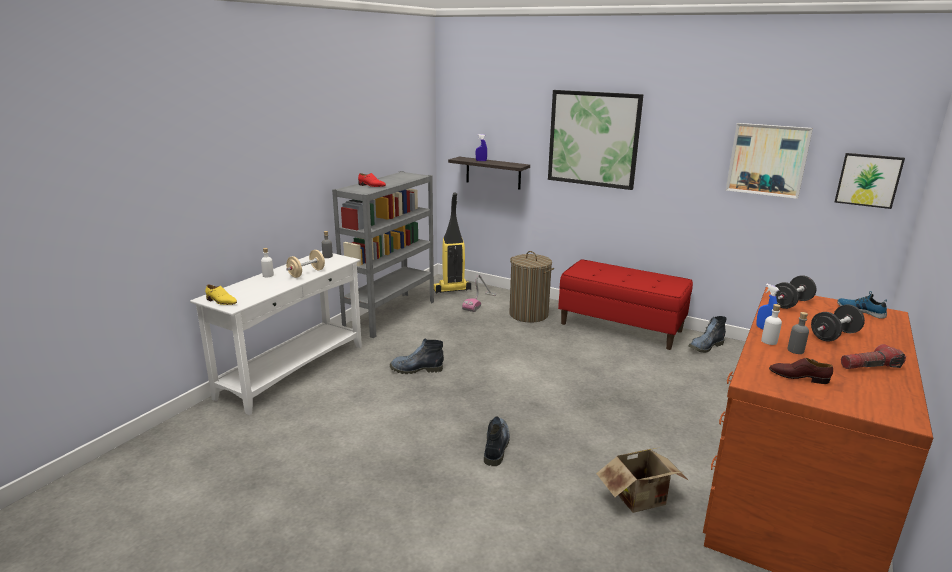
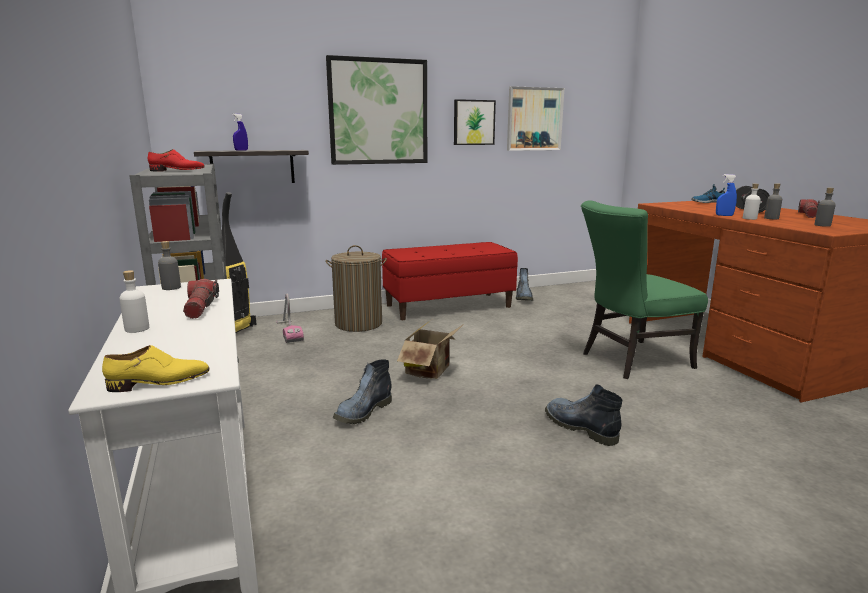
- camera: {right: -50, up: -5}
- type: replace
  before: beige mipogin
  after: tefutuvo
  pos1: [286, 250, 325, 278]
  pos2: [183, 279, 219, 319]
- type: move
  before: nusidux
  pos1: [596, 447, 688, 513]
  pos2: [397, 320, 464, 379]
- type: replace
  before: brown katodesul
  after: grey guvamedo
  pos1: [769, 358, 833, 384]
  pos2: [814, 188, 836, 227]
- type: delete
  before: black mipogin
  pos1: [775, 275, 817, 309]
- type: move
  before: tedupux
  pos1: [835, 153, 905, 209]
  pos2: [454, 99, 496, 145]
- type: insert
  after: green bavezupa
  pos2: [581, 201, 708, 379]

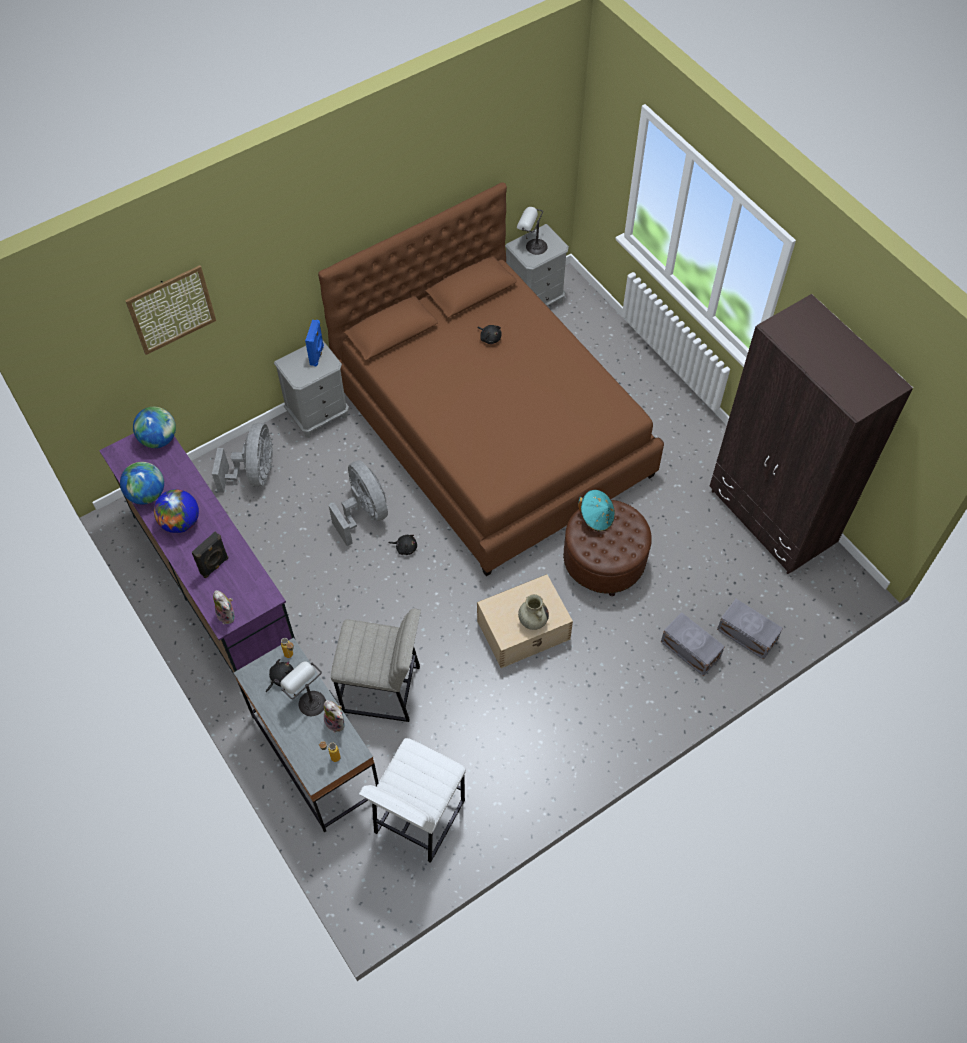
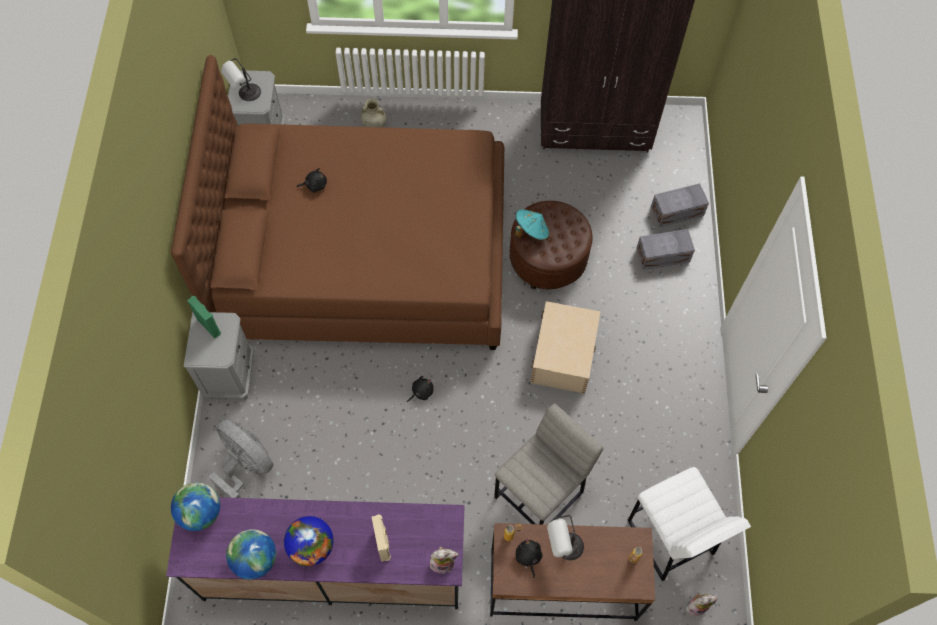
- camera: {right: -55, up: 5}
- type: delete
  before: tedupux
  pos1: [125, 265, 216, 355]
- type: recolor
  before: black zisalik
  after: beige zisalik
  pos1: [192, 532, 229, 578]
  pos2: [372, 514, 391, 562]
- type: recolor
  before: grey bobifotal
  after: brown bobifotal
  pos1: [234, 638, 379, 833]
  pos2: [490, 523, 655, 621]
- type: recolor
  before: blue zisalik
  after: green zisalik
  pos1: [305, 320, 324, 366]
  pos2: [187, 296, 221, 339]
- type: move
  before: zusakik
  pos1: [324, 700, 345, 733]
  pos2: [686, 593, 718, 616]
- type: delete
  before: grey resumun
  pos1: [329, 460, 388, 546]
- type: move
  before: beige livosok
  pos1: [518, 594, 549, 630]
  pos2: [361, 98, 386, 127]

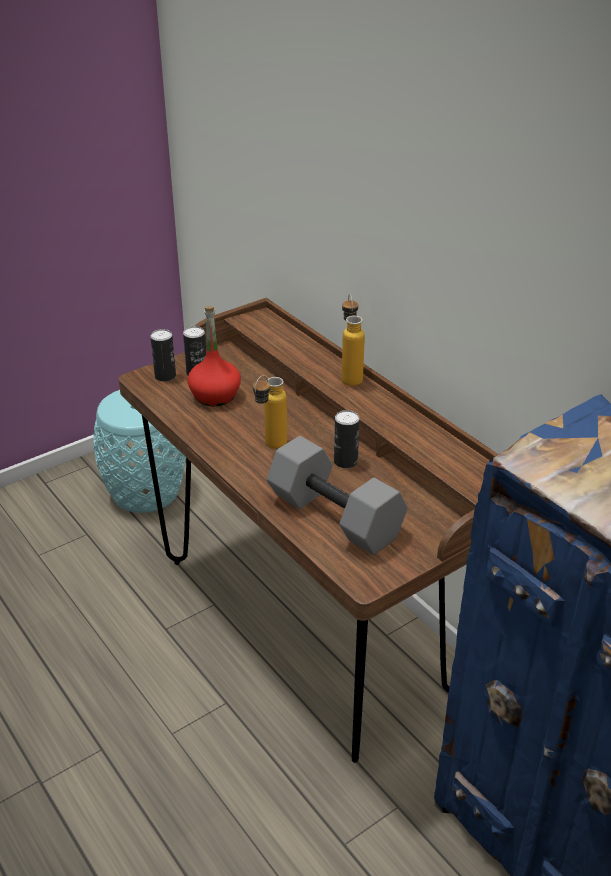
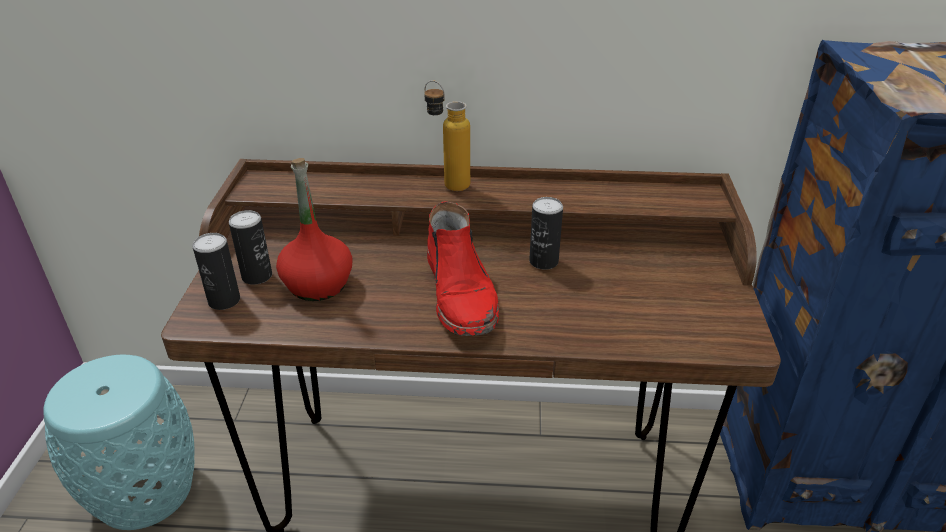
- camera: {right: -50, up: 0}
- type: replace
  before: guvamedo
  after: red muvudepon
  pos1: [253, 375, 287, 449]
  pos2: [427, 202, 499, 336]
- type: delete
  before: grey mipogin
  pos1: [267, 436, 408, 555]

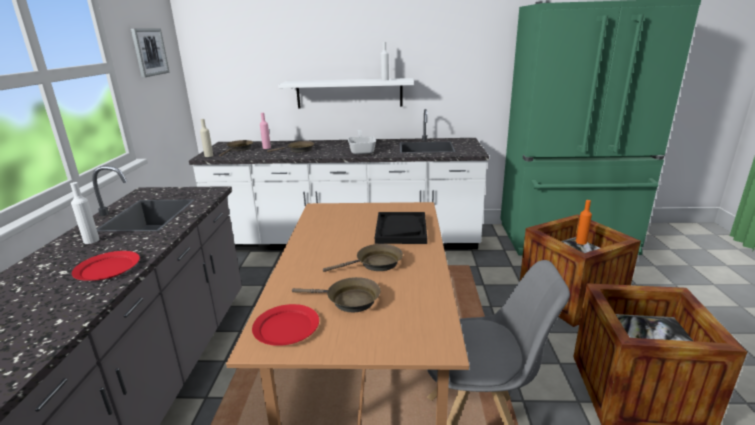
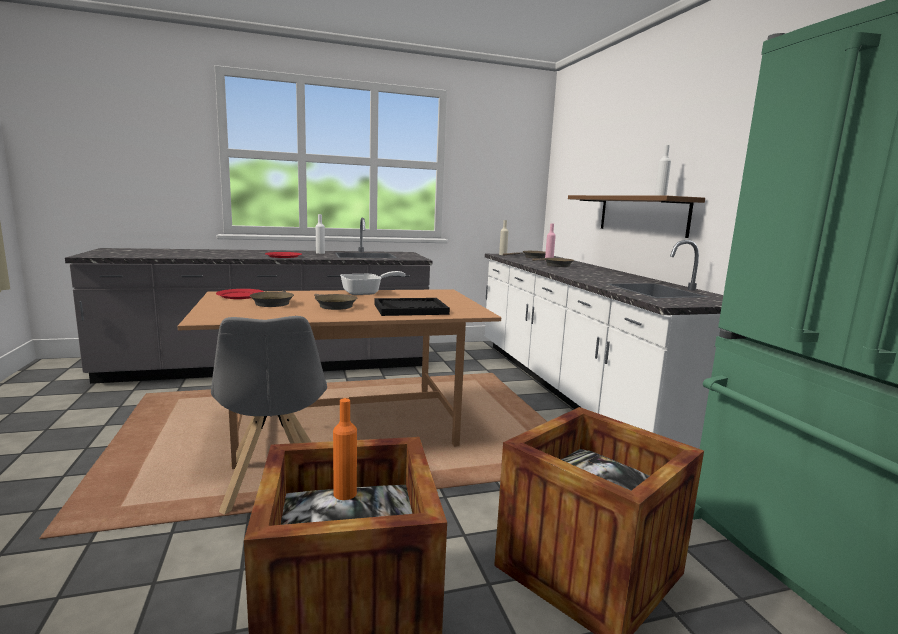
- camera: {right: 70, up: -10}
- type: delete
  before: tedupux
  pos1: [131, 29, 170, 78]
- type: recolor
  before: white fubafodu
  after: brown fubafodu
  pos1: [278, 78, 414, 109]
  pos2: [568, 195, 705, 238]
- type: move
  before: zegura
  pos1: [348, 130, 376, 155]
  pos2: [340, 271, 406, 295]
- type: move
  before: orange guvamedo
  pos1: [576, 200, 592, 245]
  pos2: [333, 398, 357, 500]

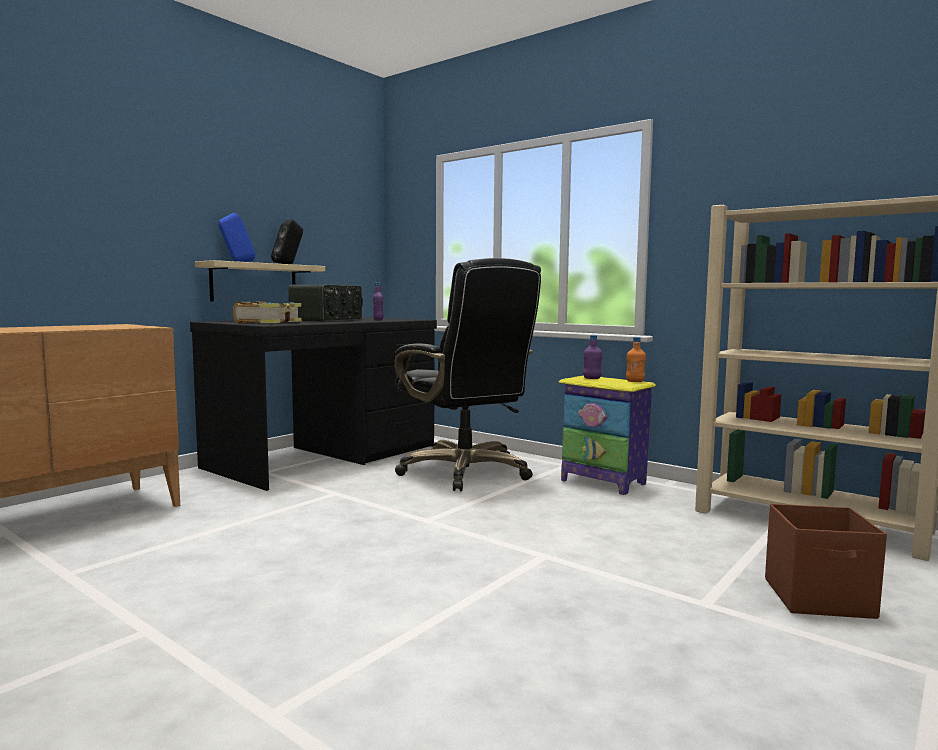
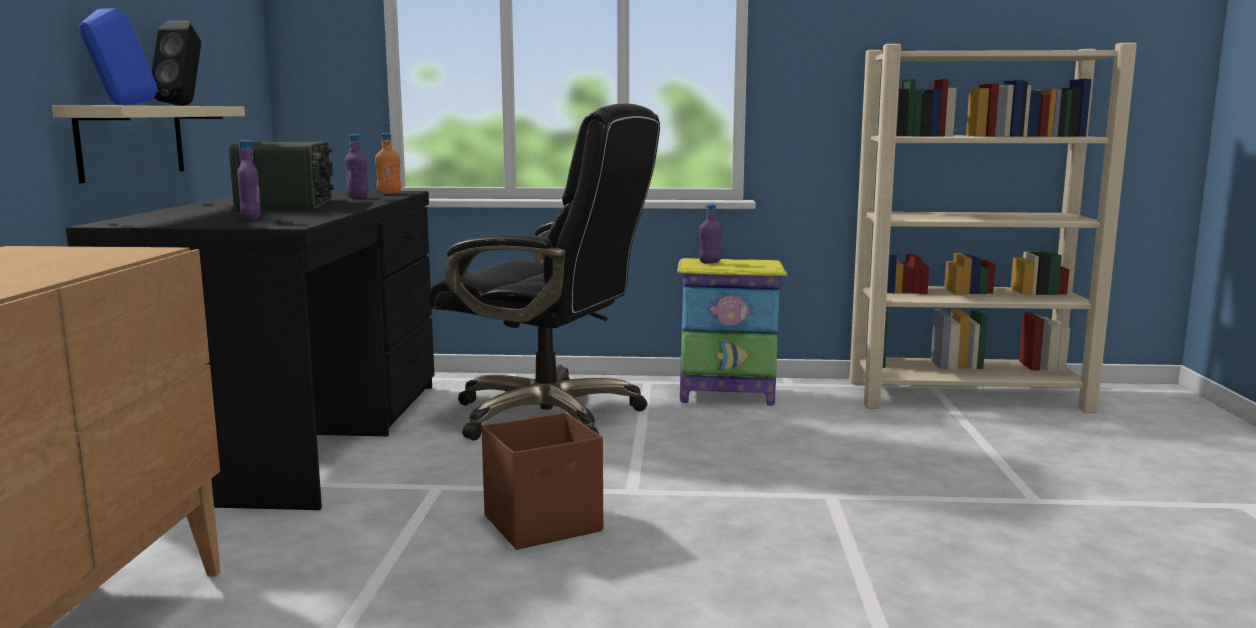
- camera: {right: -35, up: 5}
- type: replace
  before: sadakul
  after: purple guvamedo
  pos1: [233, 302, 302, 324]
  pos2: [237, 140, 261, 221]
- type: move
  before: orange guvamedo
  pos1: [626, 337, 646, 382]
  pos2: [375, 133, 401, 194]
- type: move
  before: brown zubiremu
  pos1: [765, 504, 887, 619]
  pos2: [482, 412, 603, 550]

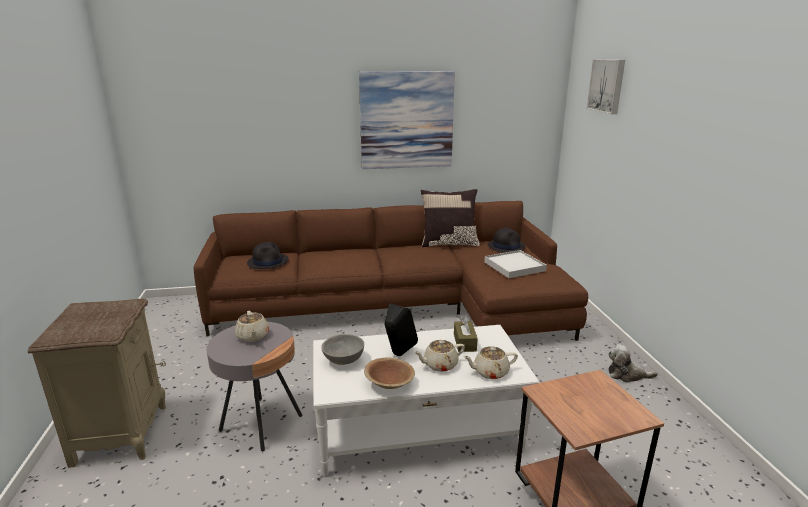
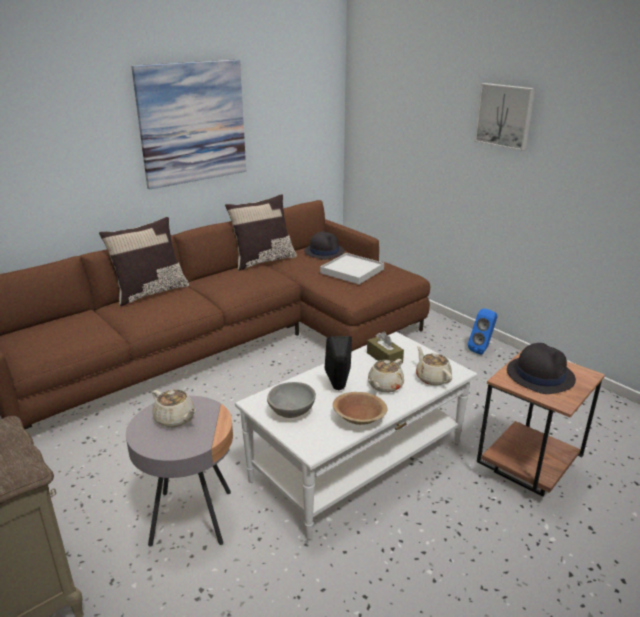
- camera: {right: -30, up: 5}
- type: move
  before: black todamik
  pos1: [247, 242, 288, 269]
  pos2: [507, 343, 576, 394]
- type: rotate
  before: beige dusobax
  pos1: [463, 346, 518, 379]
  pos2: [416, 346, 452, 386]
  turn: 105
- type: move
  before: tedupux
  pos1: [586, 59, 625, 114]
  pos2: [474, 83, 535, 151]
- type: replace
  before: zusakik
  after: blue zisalik
  pos1: [608, 345, 658, 383]
  pos2: [468, 308, 498, 355]
- type: insert
  after: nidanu
  pos2: [99, 217, 189, 306]

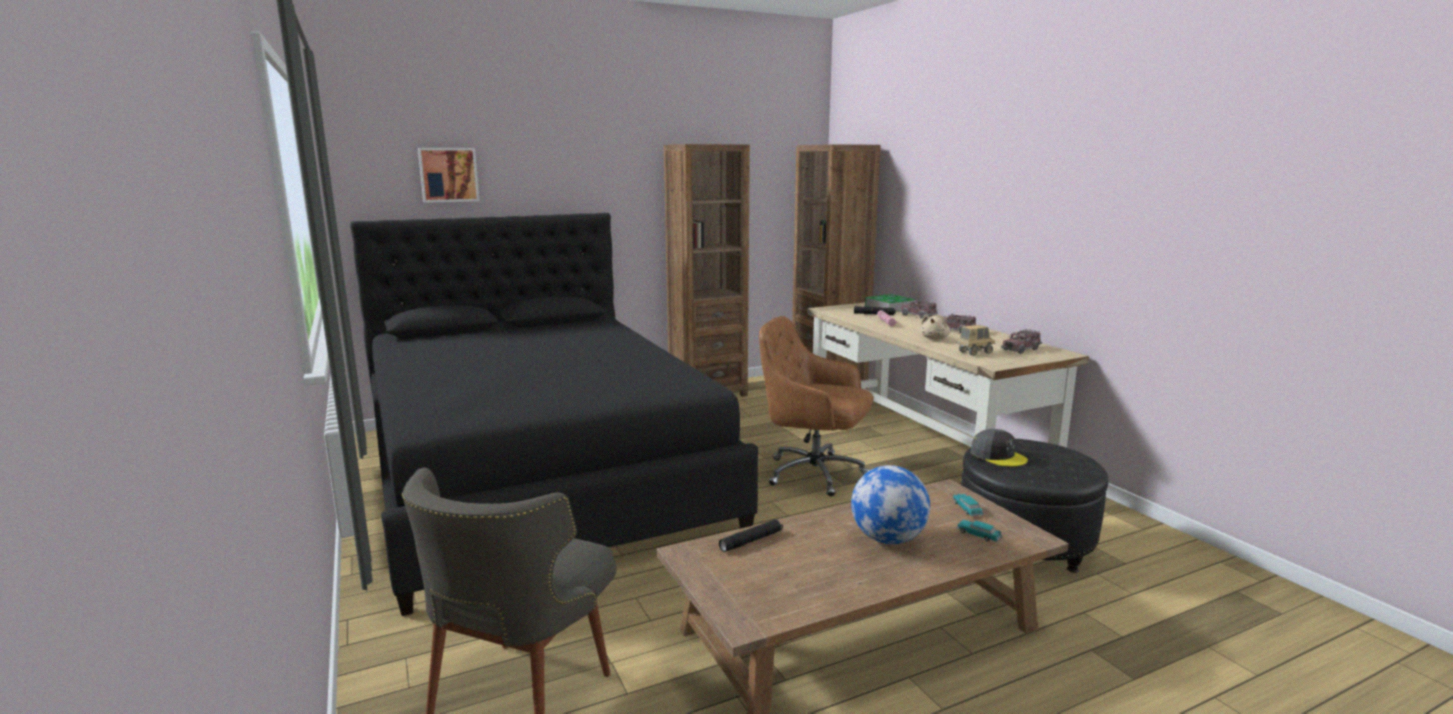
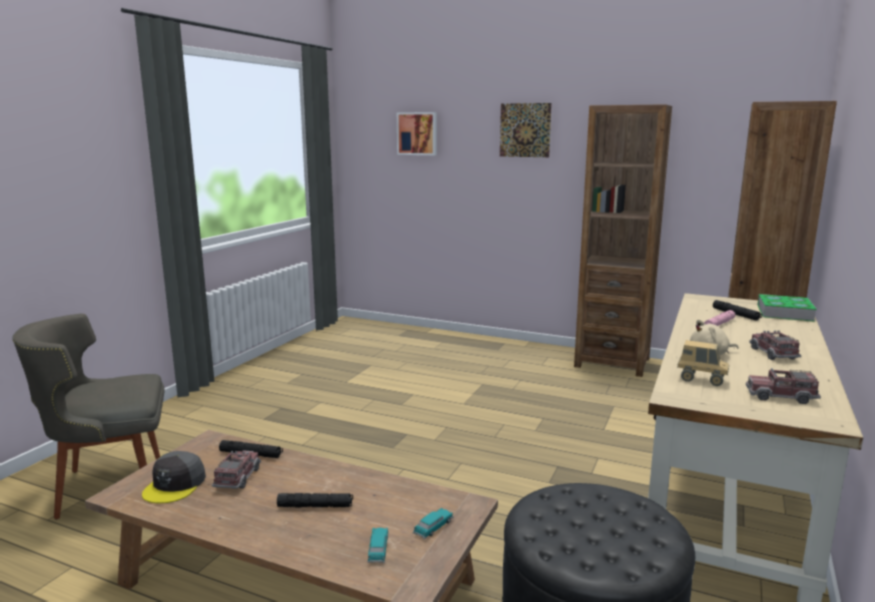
- camera: {right: 50, up: 0}
- type: delete
  before: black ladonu
  pos1: [350, 213, 758, 616]
- type: delete
  before: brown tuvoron
  pos1: [759, 316, 874, 496]
- type: replace
  before: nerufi
  after: black tefutuvo
  pos1: [851, 465, 930, 544]
  pos2: [277, 493, 353, 508]
- type: move
  before: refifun
  pos1: [900, 300, 938, 319]
  pos2: [212, 451, 261, 489]
- type: move
  before: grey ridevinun
  pos1: [970, 429, 1028, 467]
  pos2: [142, 451, 206, 503]
- type: insert
  after: tedupux
  pos2: [500, 103, 552, 157]

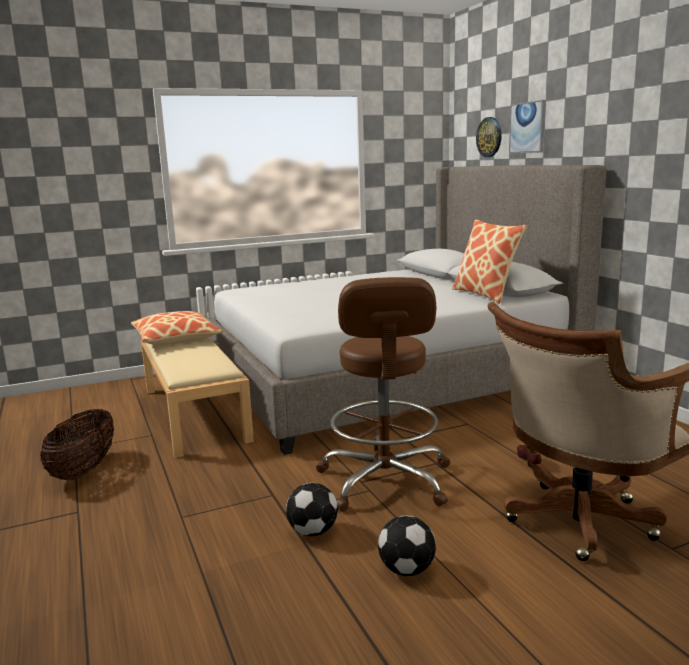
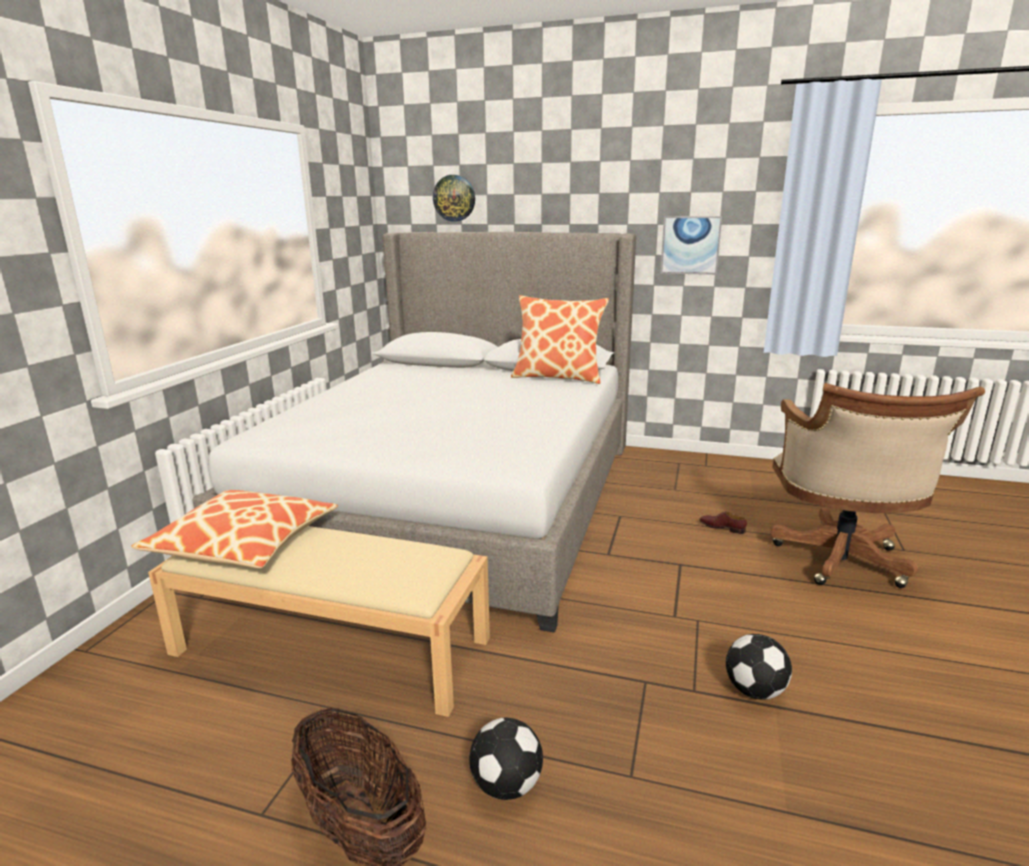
- camera: {right: -50, up: 5}
- type: delete
  before: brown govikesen
  pos1: [316, 277, 450, 512]
- type: move
  before: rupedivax
  pos1: [378, 516, 436, 576]
  pos2: [469, 717, 543, 800]
- type: move
  before: tedupux
  pos1: [509, 100, 546, 154]
  pos2: [660, 216, 722, 275]

